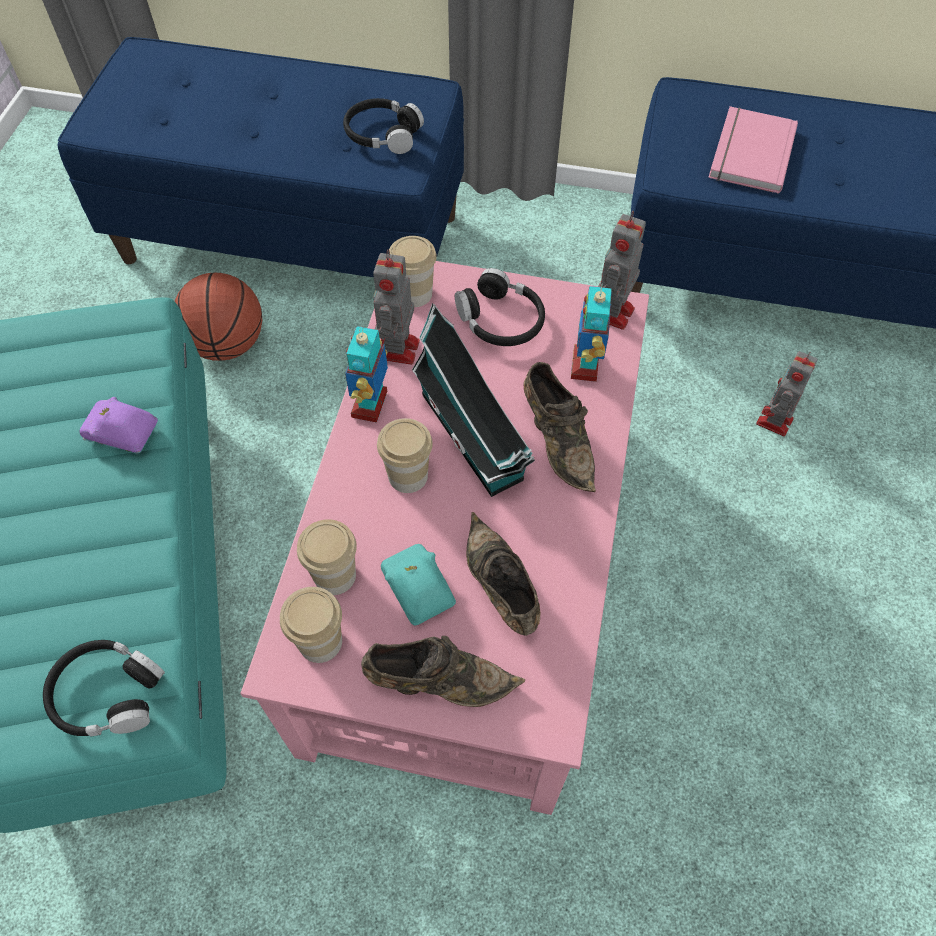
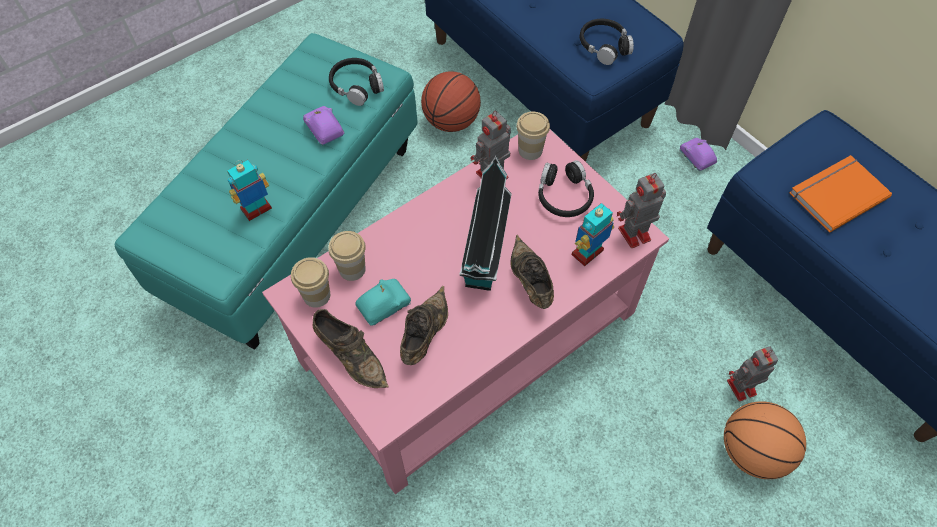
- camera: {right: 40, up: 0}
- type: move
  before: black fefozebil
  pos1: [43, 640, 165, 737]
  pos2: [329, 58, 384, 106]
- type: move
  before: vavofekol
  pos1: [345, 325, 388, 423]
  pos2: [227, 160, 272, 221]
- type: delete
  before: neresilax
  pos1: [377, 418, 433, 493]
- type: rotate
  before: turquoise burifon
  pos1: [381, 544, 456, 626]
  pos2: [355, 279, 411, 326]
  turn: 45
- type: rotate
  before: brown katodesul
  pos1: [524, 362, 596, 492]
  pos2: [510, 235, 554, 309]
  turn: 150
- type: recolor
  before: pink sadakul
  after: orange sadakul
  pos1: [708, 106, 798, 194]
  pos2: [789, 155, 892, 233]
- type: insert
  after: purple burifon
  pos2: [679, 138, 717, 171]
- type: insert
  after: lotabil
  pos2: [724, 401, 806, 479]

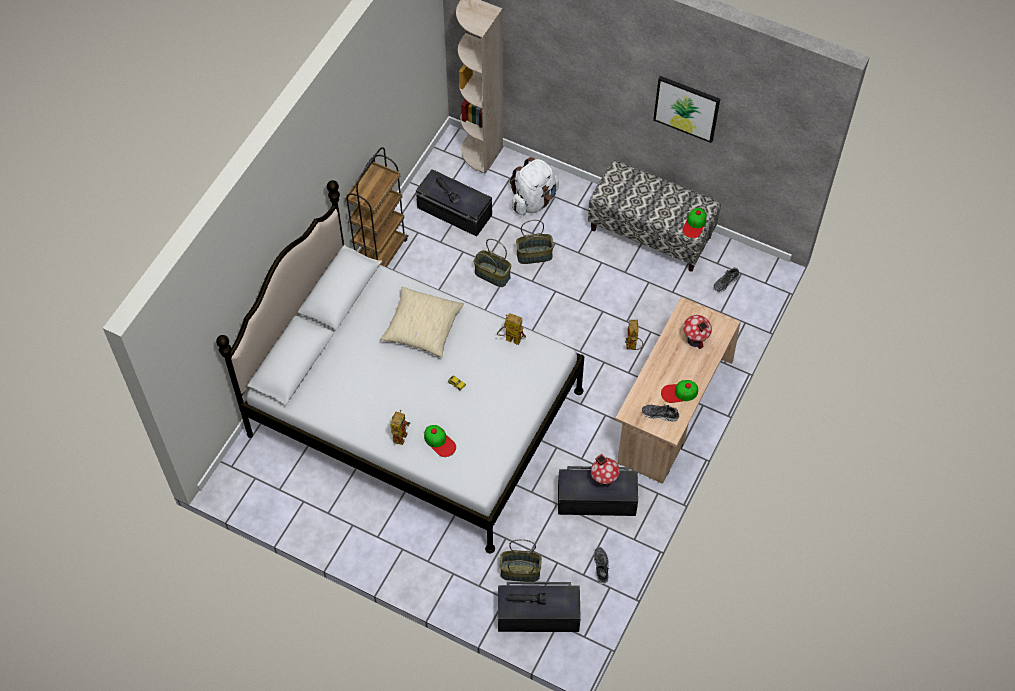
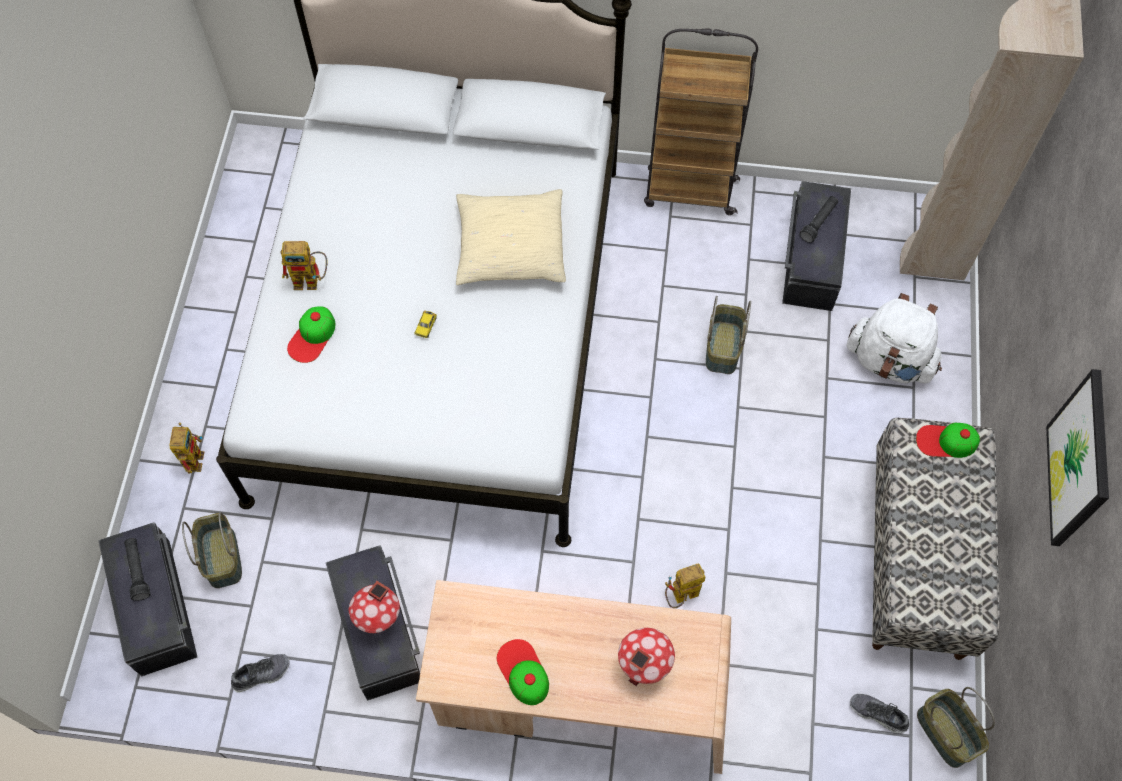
- camera: {right: 70, up: 5}
- type: move
  before: vavofekol
  pos1: [497, 313, 526, 345]
  pos2: [169, 423, 204, 473]
- type: move
  before: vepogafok
  pos1: [516, 220, 554, 264]
  pos2: [917, 687, 995, 768]
- type: delete
  before: katodesul
  pos1: [642, 404, 679, 422]
- type: move
  before: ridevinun
  pos1: [682, 208, 706, 238]
  pos2: [916, 423, 980, 458]

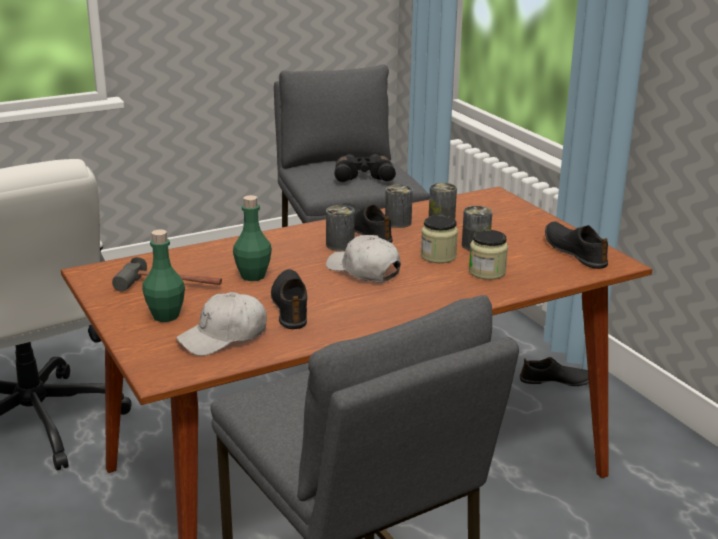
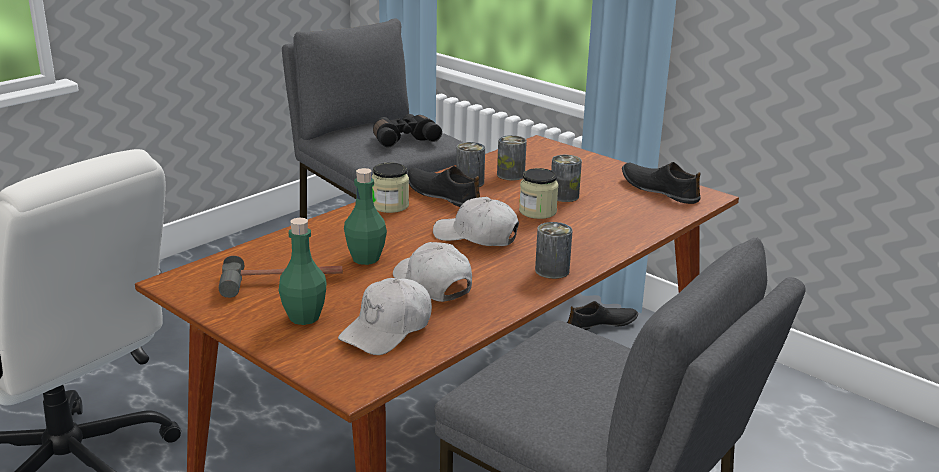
- camera: {right: -20, up: 0}
- type: replace
  before: black katodesul
  after: white ridevinun
  pos1: [271, 269, 307, 329]
  pos2: [393, 242, 472, 302]
- type: move
  before: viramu
  pos1: [326, 205, 355, 251]
  pos2: [535, 222, 572, 279]
- type: move
  before: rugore
  pos1: [469, 230, 508, 280]
  pos2: [371, 162, 409, 213]

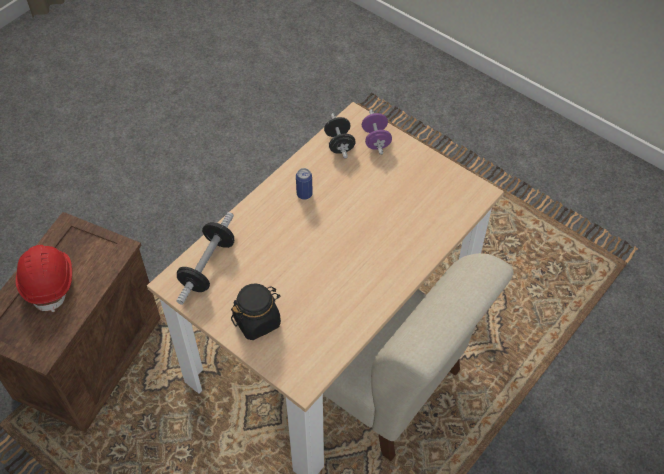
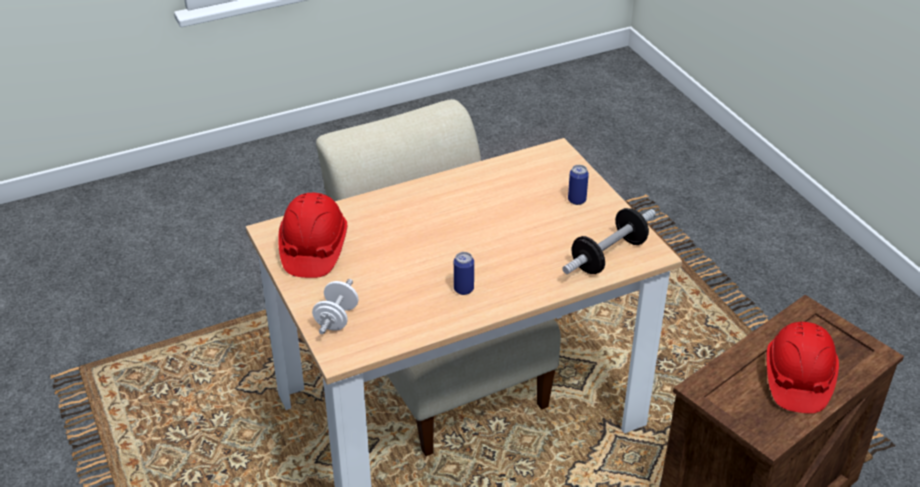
- camera: {right: -155, up: -15}
- type: replace
  before: black rugore
  after: viramu
  pos1: [231, 284, 281, 340]
  pos2: [568, 165, 589, 205]
- type: delete
  before: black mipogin
  pos1: [324, 113, 355, 159]
- type: recolor
  before: purple mipogin
  after: white mipogin
  pos1: [362, 109, 392, 155]
  pos2: [312, 279, 358, 334]
- type: insert
  after: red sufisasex
  pos2: [278, 193, 347, 278]

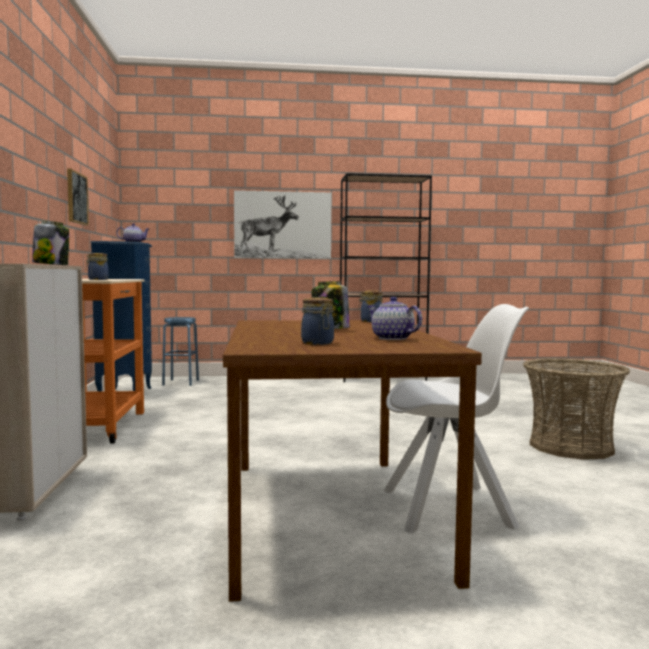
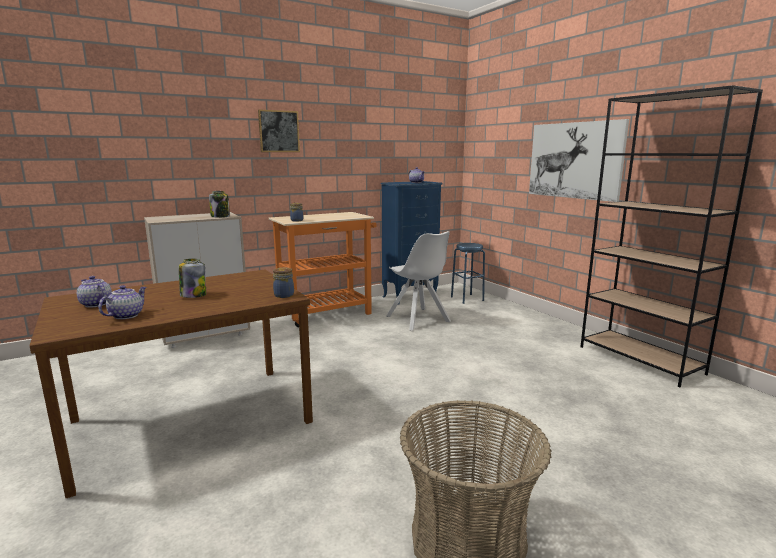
- camera: {right: 65, up: 10}
- type: move
  before: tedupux
  pos1: [67, 168, 89, 226]
  pos2: [258, 109, 300, 152]
- type: replace
  before: rugore
  after: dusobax
  pos1: [301, 298, 334, 345]
  pos2: [77, 276, 112, 307]
- type: move
  before: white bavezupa
  pos1: [384, 304, 529, 533]
  pos2: [386, 231, 451, 331]

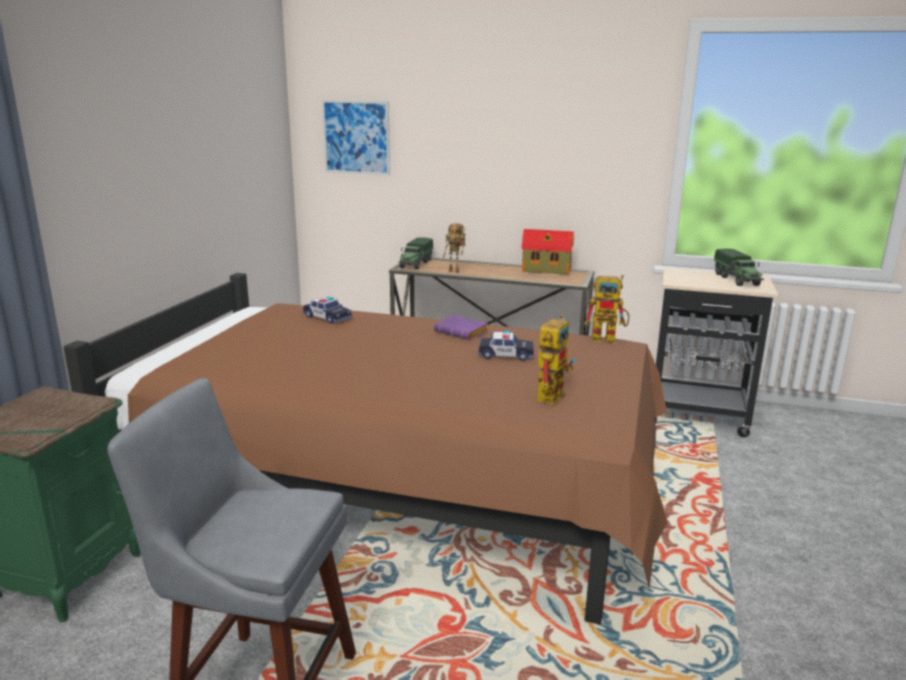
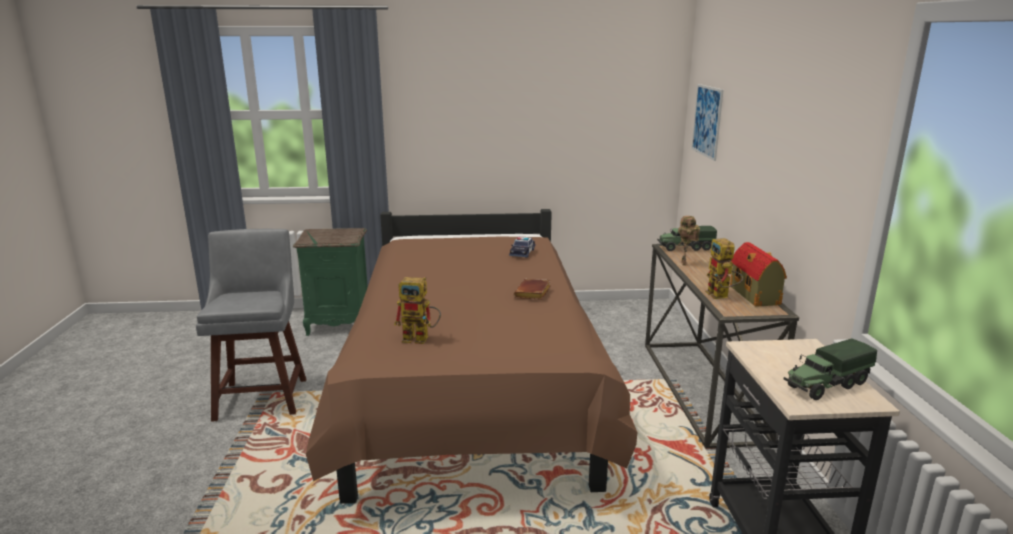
- camera: {right: 70, up: 0}
- type: recolor
  before: purple sadakul
  after: brown sadakul
  pos1: [434, 315, 488, 340]
  pos2: [514, 279, 550, 300]
- type: delete
  before: burifon
  pos1: [478, 331, 534, 361]
- type: move
  before: vavofekol
  pos1: [584, 275, 630, 343]
  pos2: [705, 238, 743, 299]

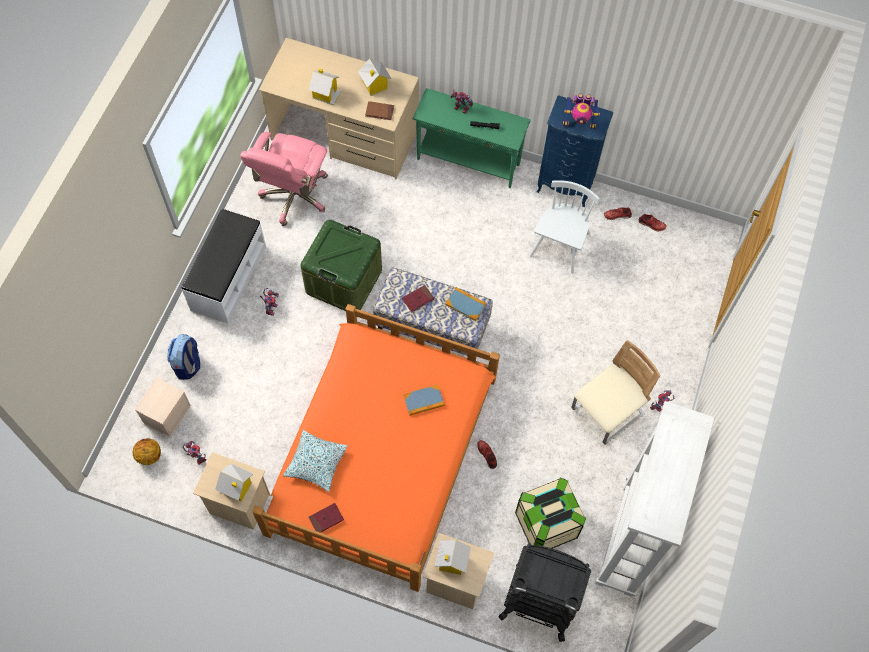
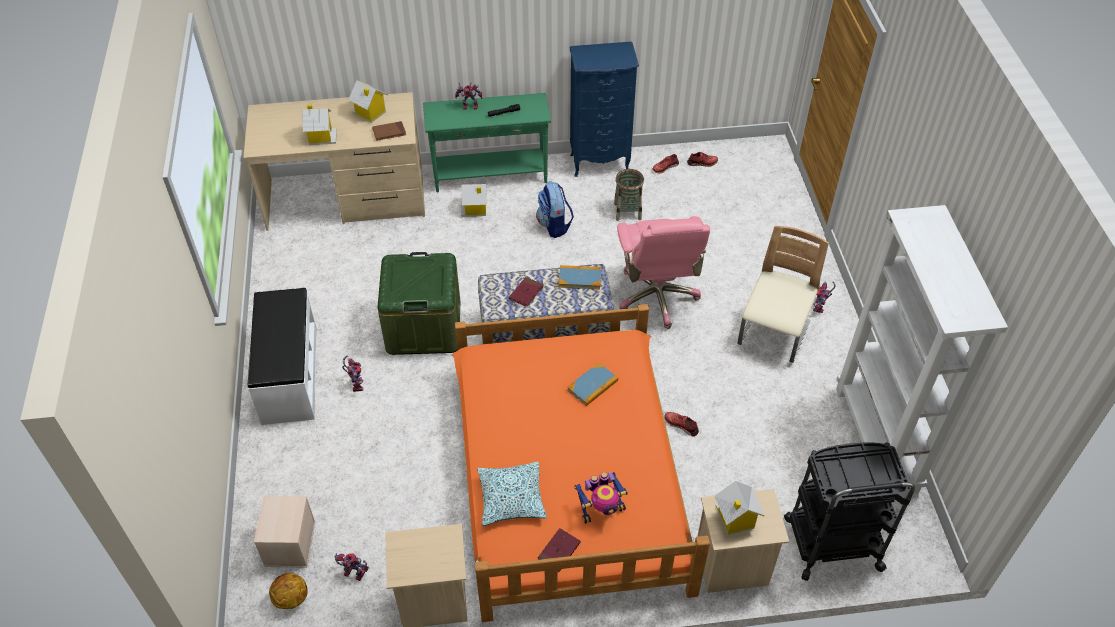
- camera: {right: -25, up: -15}
- type: move
  before: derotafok
  pos1: [167, 334, 200, 380]
  pos2: [536, 181, 574, 238]
- type: move
  before: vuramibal
  pos1: [215, 463, 253, 502]
  pos2: [461, 184, 487, 217]
- type: move
  before: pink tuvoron
  pos1: [240, 132, 328, 226]
  pos2: [617, 216, 710, 329]
- type: delete
  before: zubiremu
  pos1: [515, 478, 586, 549]
- type: replace
  before: white bavezupa
  after: vepogafok
  pos1: [529, 180, 600, 273]
  pos2: [614, 169, 644, 221]
- type: move
  before: vavofekol
  pos1: [563, 94, 600, 129]
  pos2: [574, 472, 628, 524]

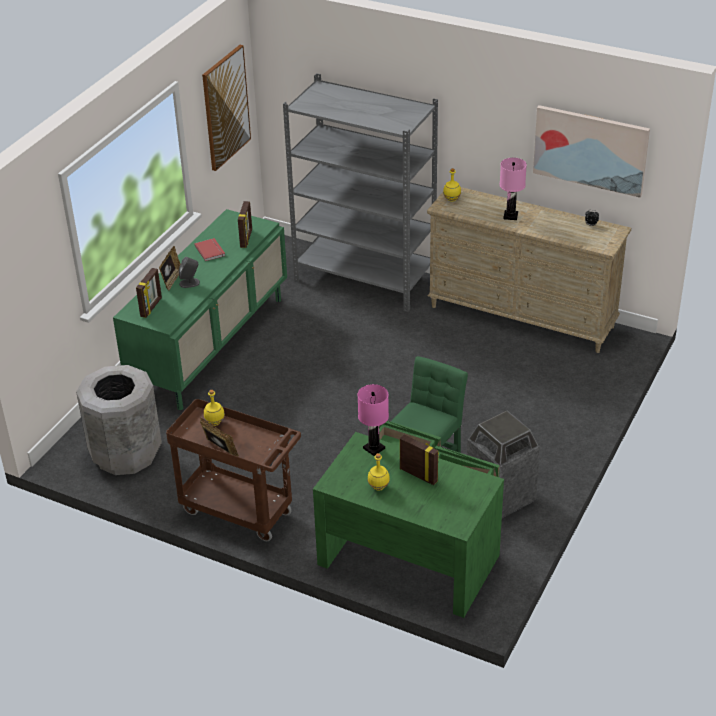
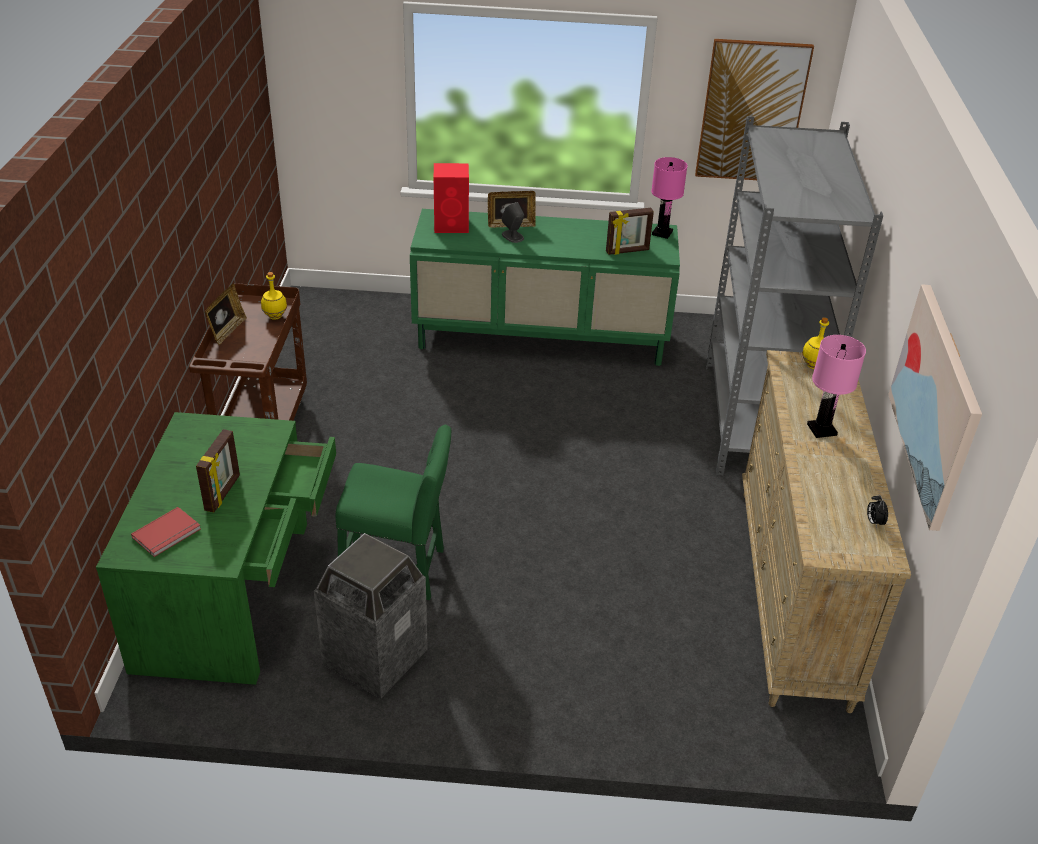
- camera: {right: 65, up: 0}
- type: delete
  before: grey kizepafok
  pos1: [76, 365, 162, 475]
- type: replace
  before: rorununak
  after: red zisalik
  pos1: [136, 268, 162, 318]
  pos2: [434, 163, 469, 233]
- type: move
  before: red sadakul
  pos1: [194, 238, 225, 261]
  pos2: [131, 507, 201, 557]
- type: move
  before: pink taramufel
  pos1: [357, 384, 389, 456]
  pos2: [651, 157, 687, 239]
- type: delete
  before: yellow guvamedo
  pos1: [368, 453, 390, 491]

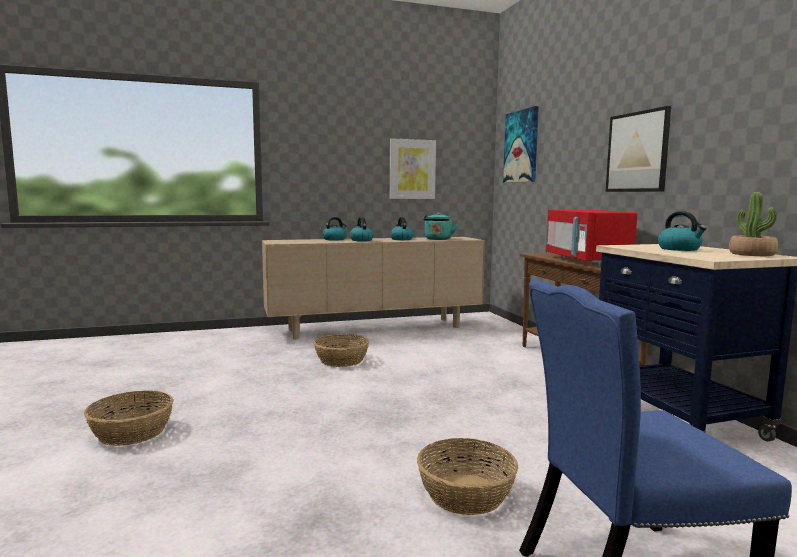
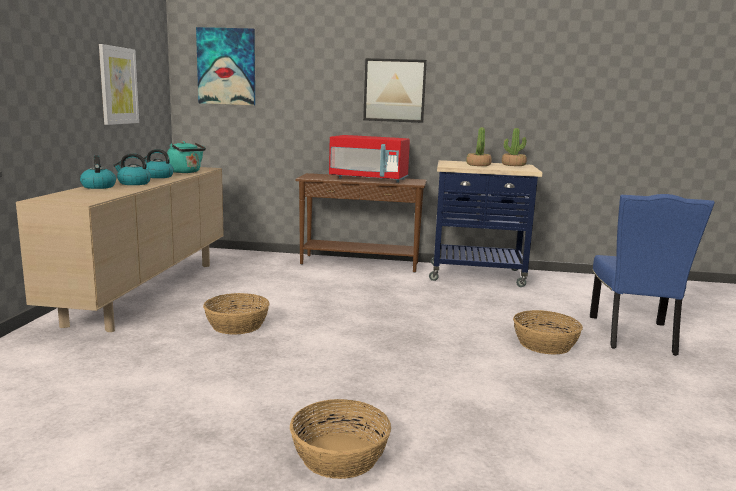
- camera: {right: -65, up: 5}
- type: replace
  before: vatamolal
  after: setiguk
  pos1: [658, 211, 707, 251]
  pos2: [466, 127, 492, 166]

